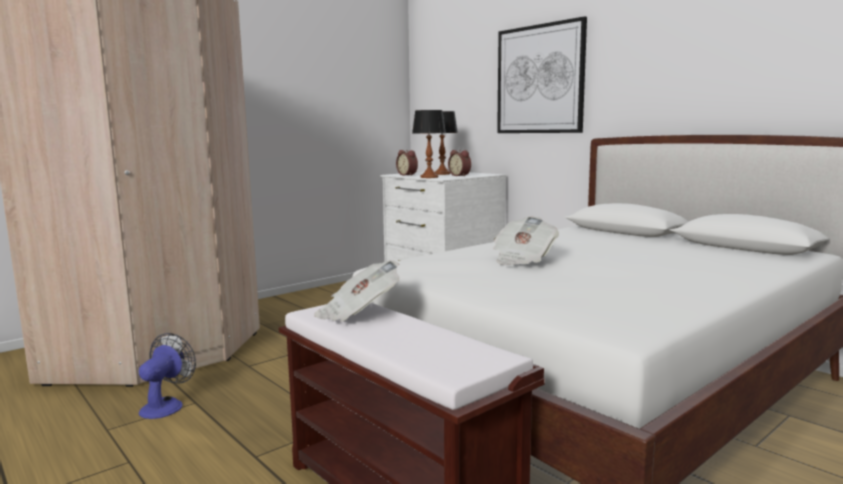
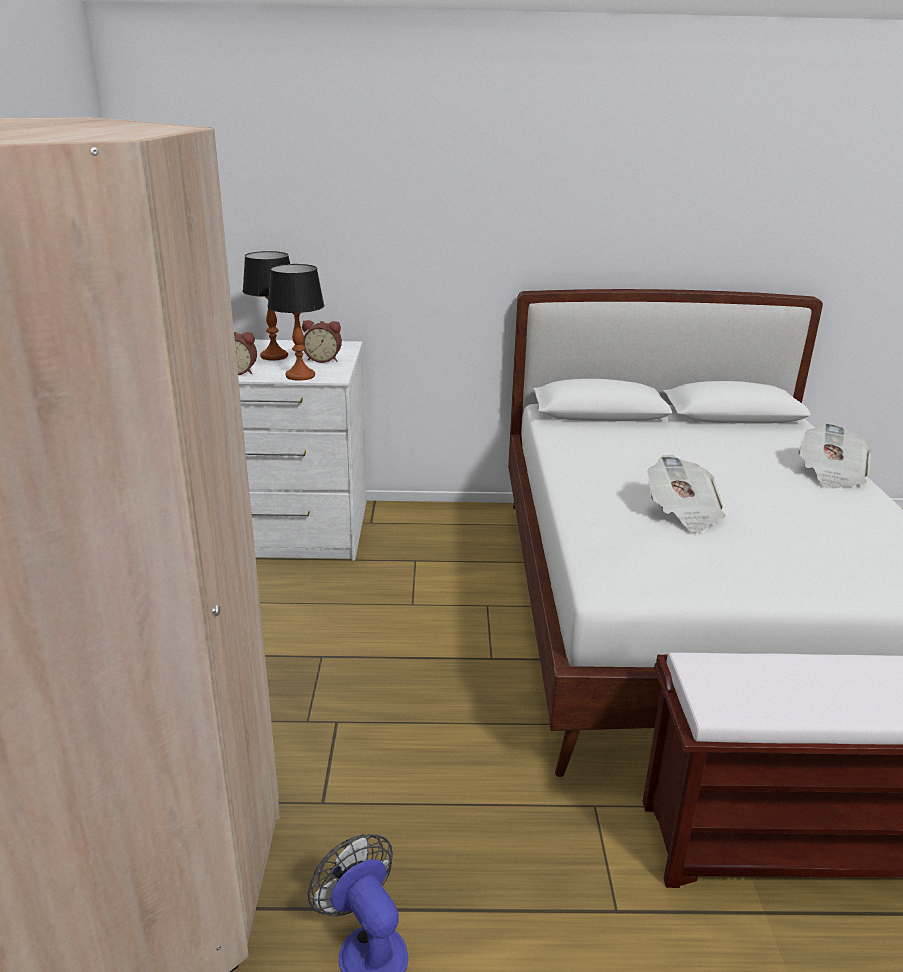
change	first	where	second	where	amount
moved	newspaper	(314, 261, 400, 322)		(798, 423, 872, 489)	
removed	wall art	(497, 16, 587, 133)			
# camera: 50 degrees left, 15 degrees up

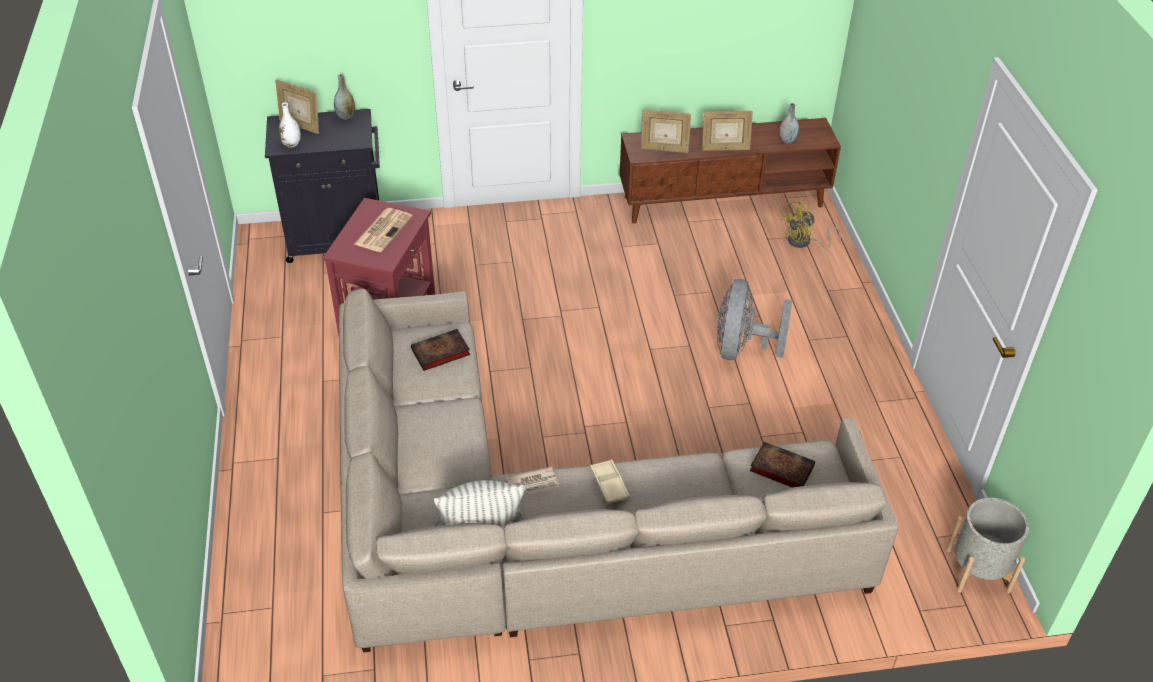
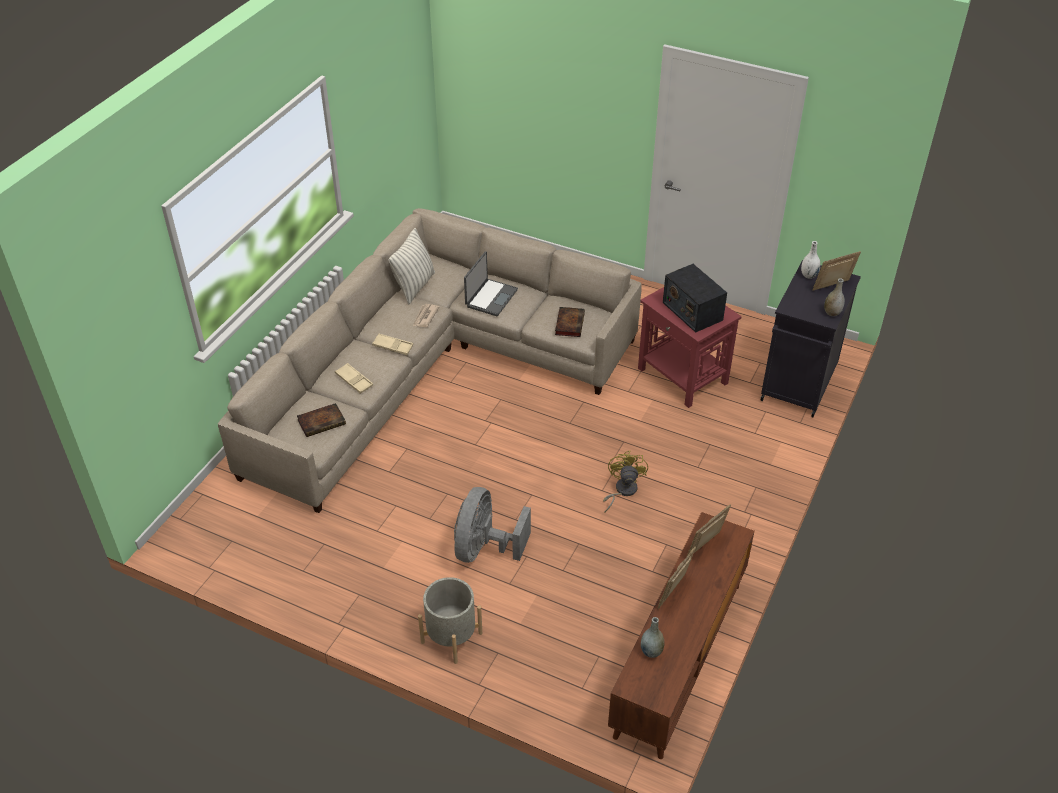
change	first	where	second	where	amount
replaced	newspaper	(354, 208, 412, 252)	radio	(663, 264, 727, 333)	
turned	cooling fan (greyish)	(717, 279, 792, 360)		(454, 487, 531, 563)	120 degrees counterclockwise
moved	cooling fan (yellow)	(781, 201, 841, 248)		(603, 451, 648, 513)	
moved	plant pot (greyish)	(946, 498, 1029, 593)		(418, 577, 482, 664)	
added			carrying tray (beige-coloured)	(335, 363, 373, 394)	
added			portable computer	(464, 251, 518, 316)	
# camera: 125 degrees right, 0 degrees up

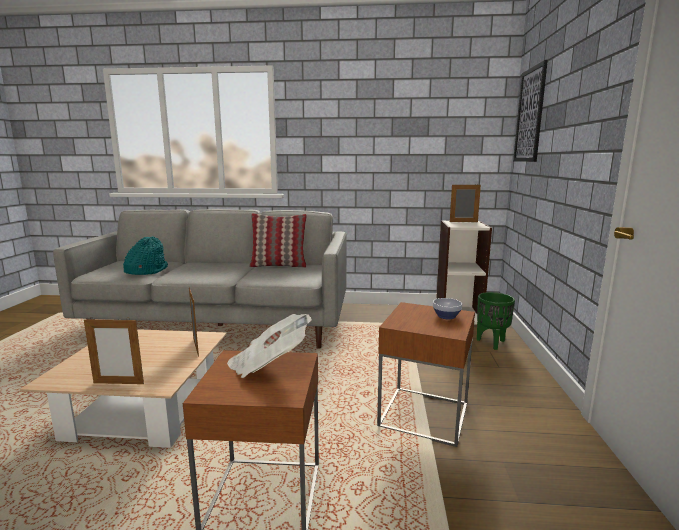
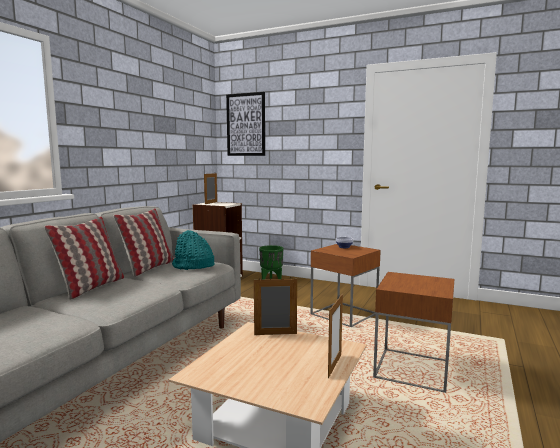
change	first	where	second	where	amount
moved	wearable hat (turquoise)	(123, 236, 168, 275)		(172, 230, 215, 270)	
removed	newspaper	(227, 314, 312, 378)			
added			cushion	(44, 217, 124, 300)	
# camera: 70 degrees left, 5 degrees down

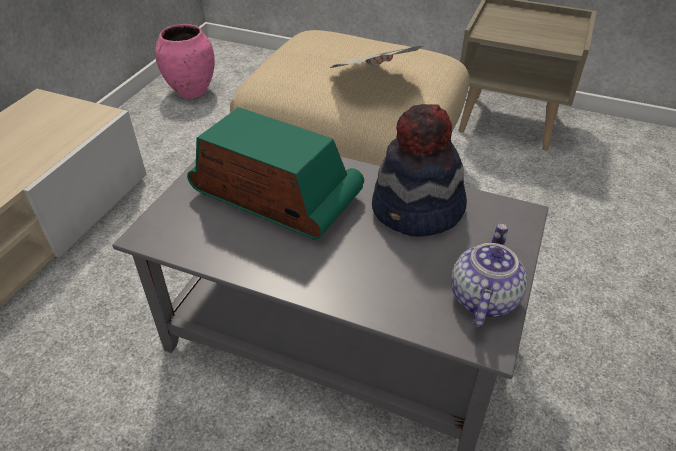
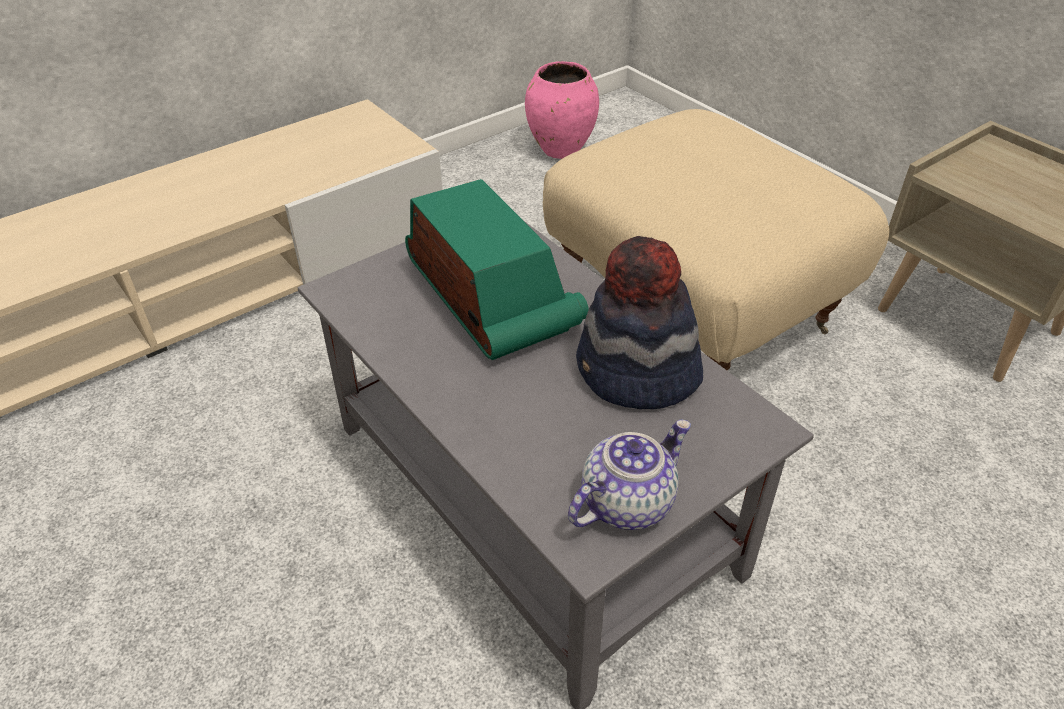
change	first	where	second	where	amount
removed	newspaper	(330, 46, 424, 68)			
# camera: 30 degrees right, 0 degrees up

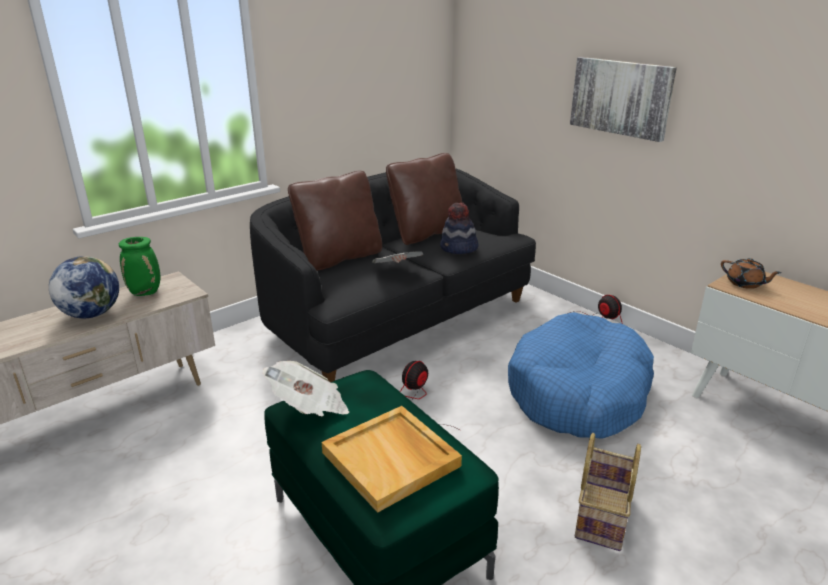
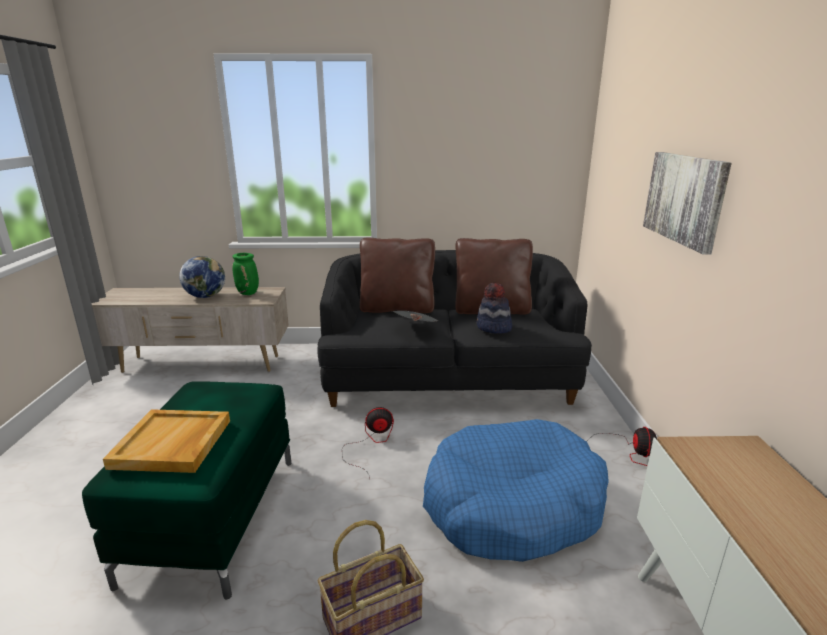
change	first	where	second	where	amount
removed	newspaper	(263, 361, 349, 416)			
removed	pot for tea (brownish)	(721, 258, 782, 289)			
# camera: 40 degrees right, 5 degrees down

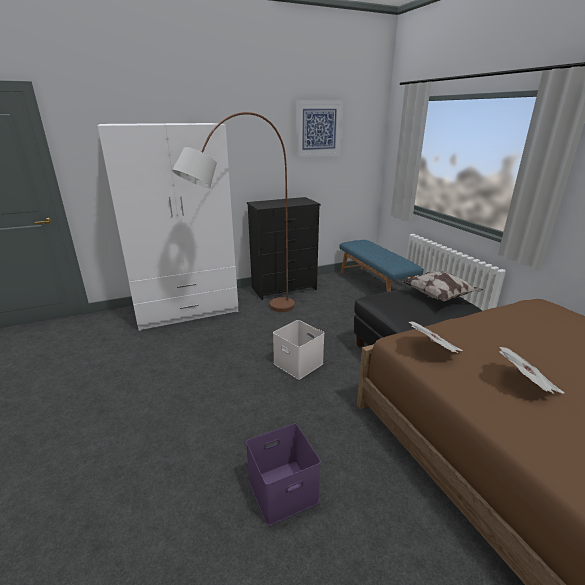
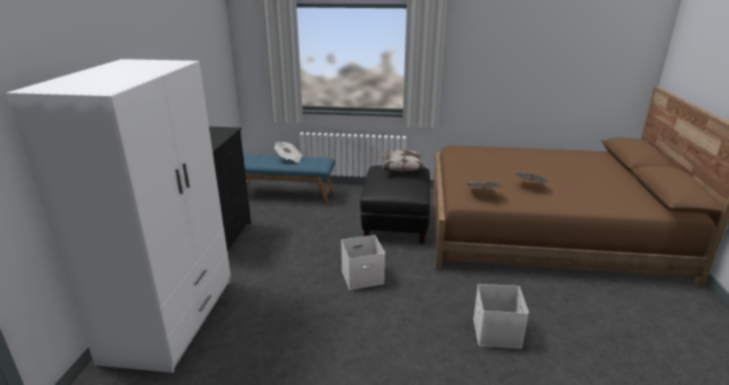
change	first	where	second	where	amount
removed	standing lamp (brownish)	(172, 112, 295, 312)			
recoloured	storage bin (purple-coloured)	(246, 423, 321, 526)	storage bin (whitish)	(473, 284, 529, 348)	
removed	wall art	(295, 100, 343, 157)			
added			newspaper	(274, 141, 303, 163)	
# camera: 60 degrees left, 0 degrees up

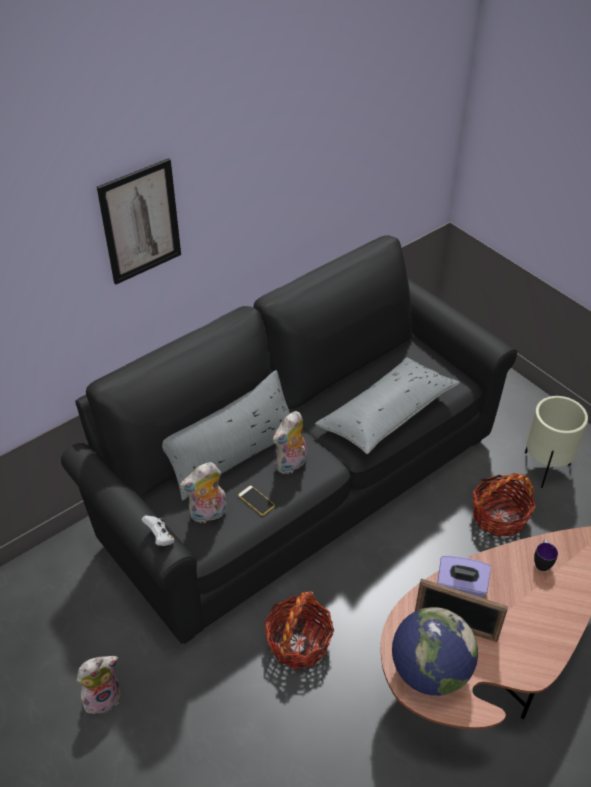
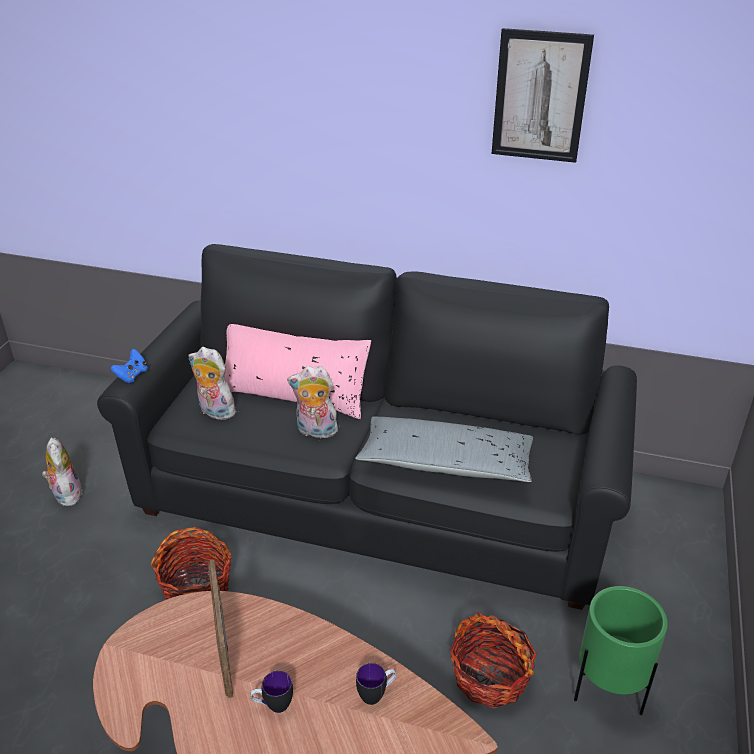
change	first	where	second	where	amount
turned	plush toy	(77, 656, 120, 715)		(42, 437, 84, 506)	135 degrees counterclockwise
moved	wall art	(97, 158, 181, 285)		(492, 28, 594, 163)	
recoloured	joypad (whitish)	(142, 515, 174, 546)	joypad (blue)	(111, 349, 148, 383)	
recoloured	cushion (greyish)	(162, 370, 290, 501)	cushion (pink)	(225, 324, 371, 419)	
removed	handset	(238, 486, 275, 516)			
removed	globe	(392, 607, 478, 696)			
removed	tissue holder (purple-coloured)	(438, 556, 491, 598)			
recoloured	plant pot (beige-coloured)	(525, 396, 588, 488)	plant pot (green)	(574, 586, 668, 715)	
added			tea mug	(250, 671, 293, 713)	
# camera: 55 degrees right, 10 degrees down

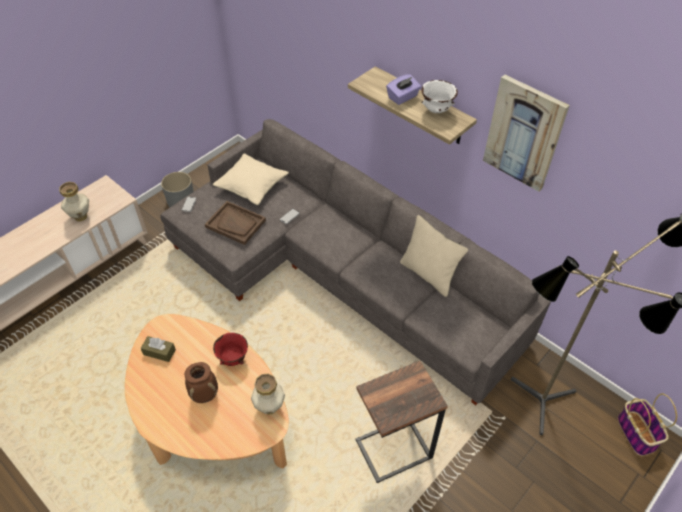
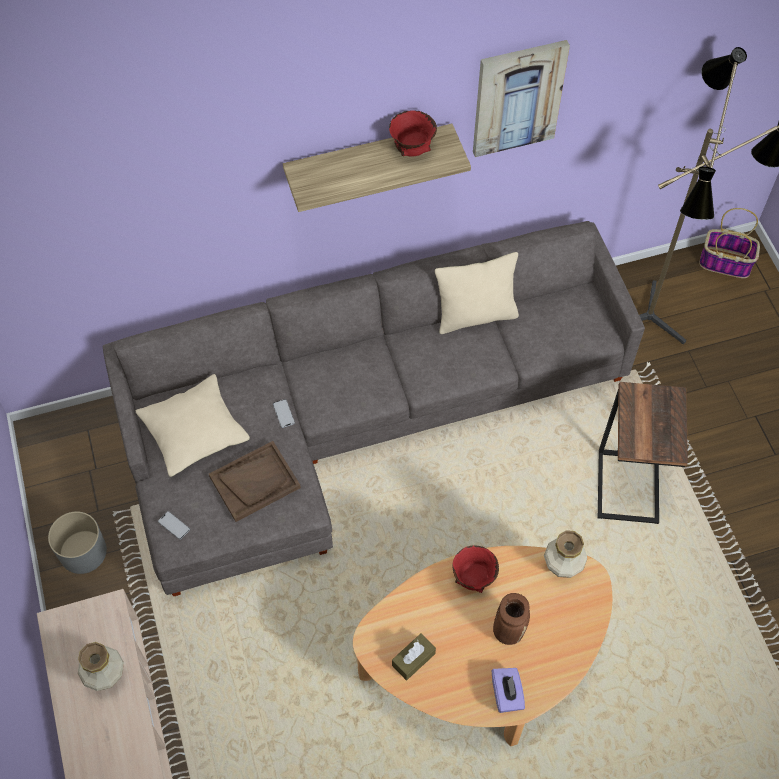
change	first	where	second	where	amount
moved	tissue holder (purple-coloured)	(386, 74, 421, 105)		(492, 668, 525, 713)	
recoloured	deep dish (whitish)	(421, 80, 458, 113)	deep dish (red-coloured)	(389, 110, 437, 157)	
# camera: 60 degrees left, 10 degrees up

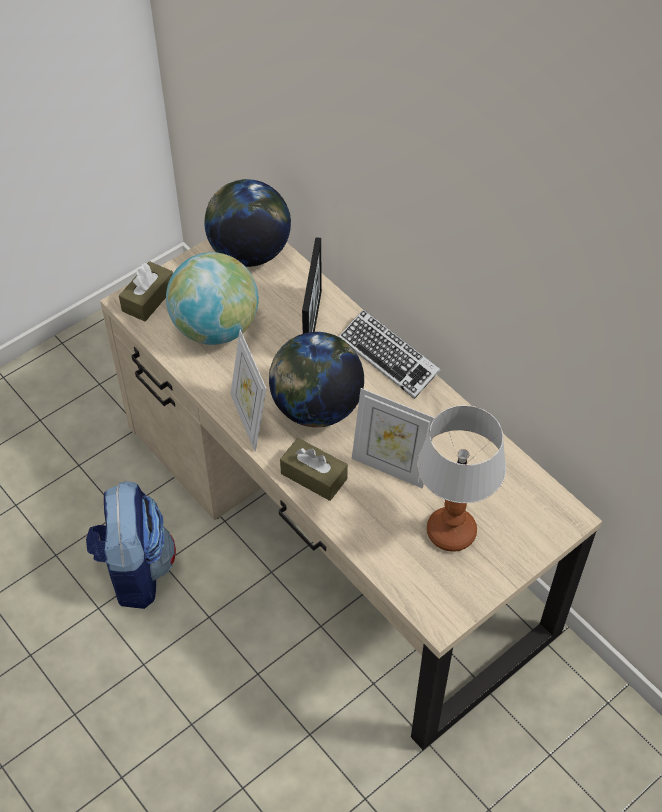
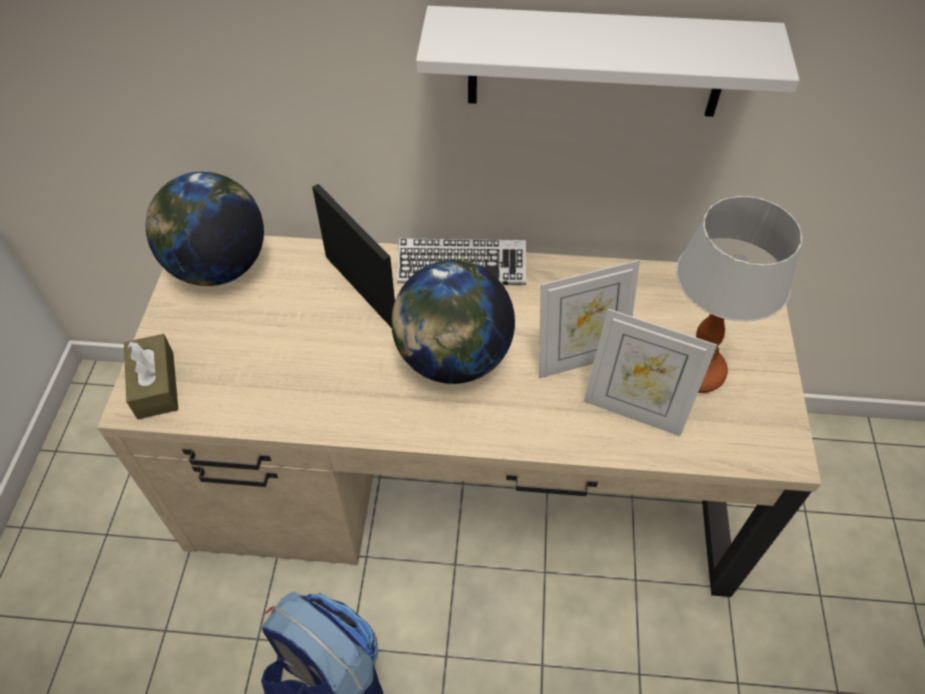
change	first	where	second	where	amount
removed	globe	(166, 252, 258, 345)			
moved	photo frame	(231, 329, 267, 452)		(584, 309, 717, 436)	
removed	tissue holder (brownish)	(280, 438, 348, 501)			
added			wall shelf (whitish)	(416, 6, 799, 117)	
# camera: 45 degrees left, 0 degrees up

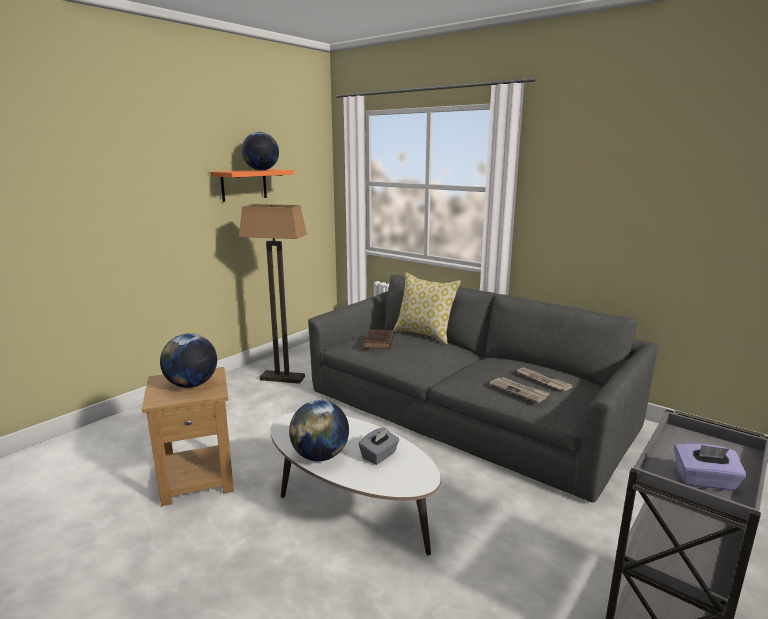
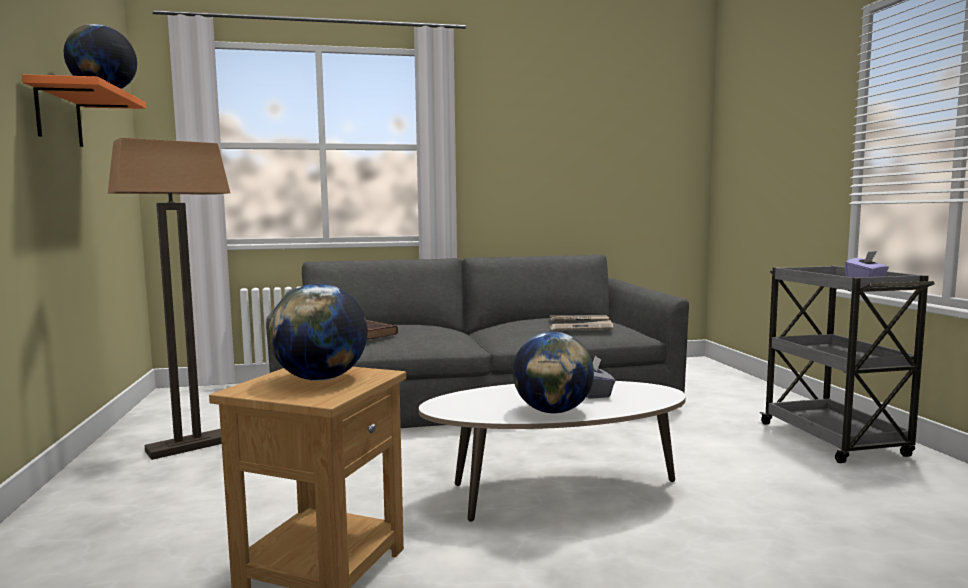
change	first	where	second	where	amount
removed	cushion	(393, 272, 461, 344)			
# camera: 50 degrees left, 10 degrees down

